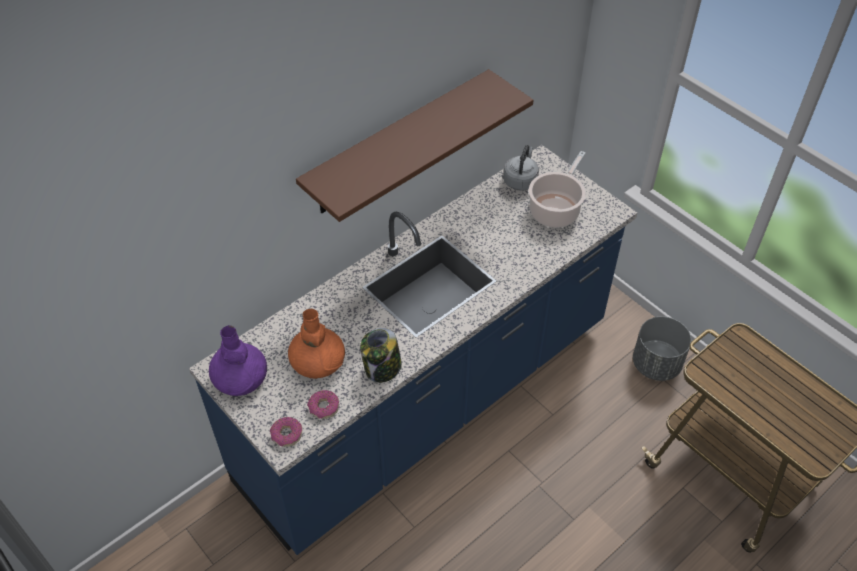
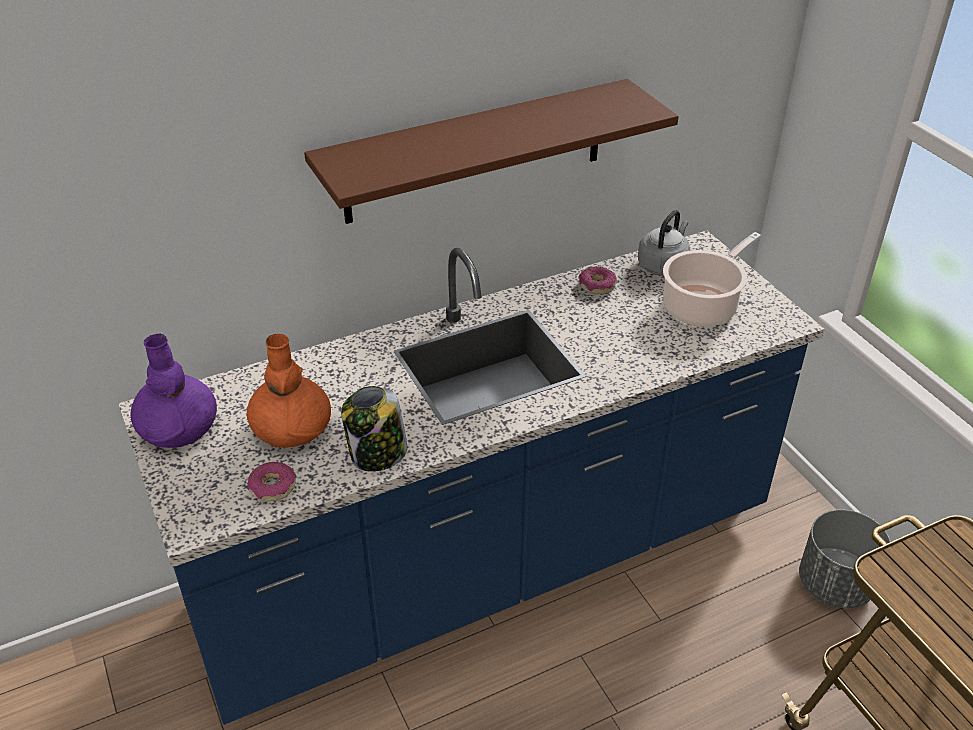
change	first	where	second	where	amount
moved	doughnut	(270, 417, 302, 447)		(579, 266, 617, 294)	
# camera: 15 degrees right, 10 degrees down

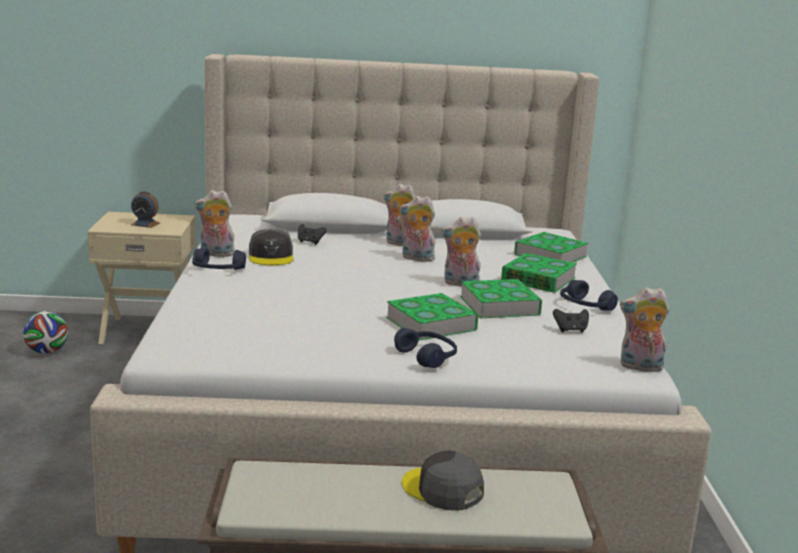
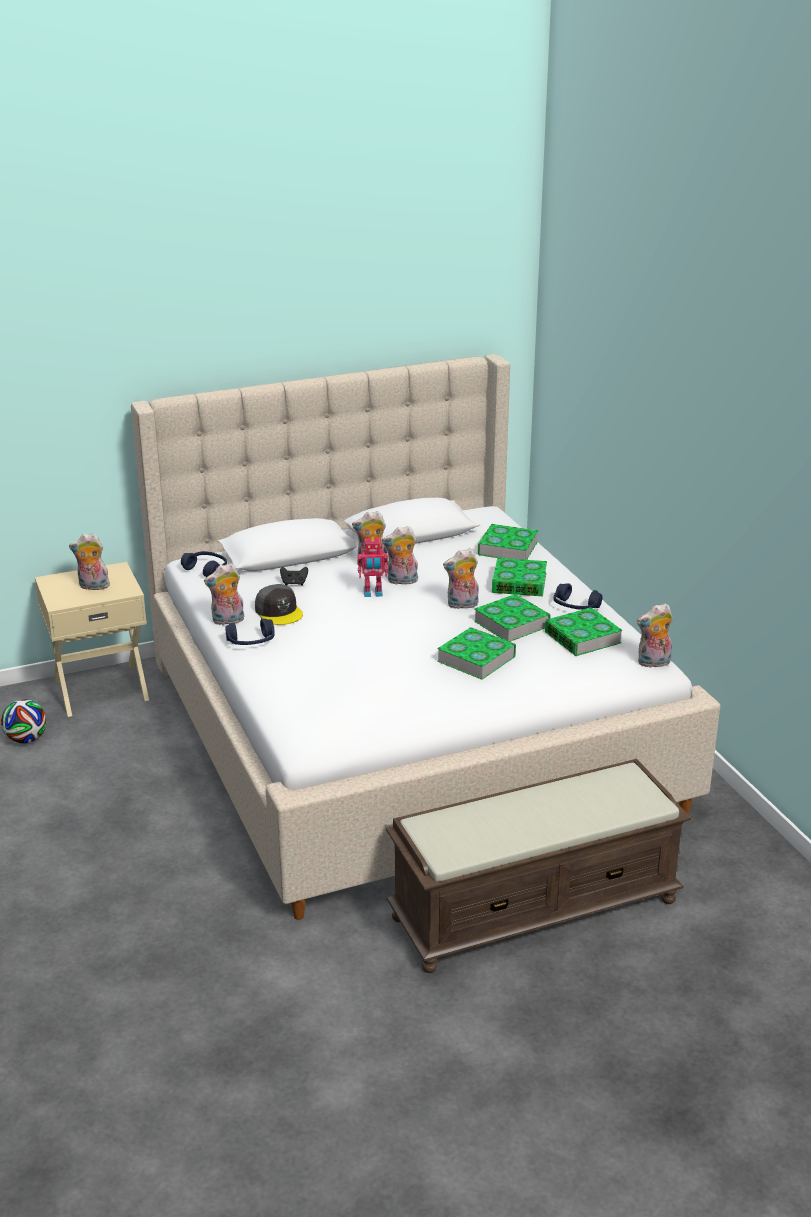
change	first	where	second	where	amount
replaced	bedside clock	(131, 191, 160, 228)	plush toy	(69, 533, 110, 590)	
moved	pair of headphones (blue)	(394, 328, 457, 368)		(181, 551, 227, 577)	
removed	cap (greyish)	(402, 451, 484, 511)			
replaced	joypad (black)	(553, 309, 589, 333)	volume	(545, 607, 623, 656)	
added			robot figure	(357, 537, 388, 597)	
# camera: 20 degrees left, 10 degrees up

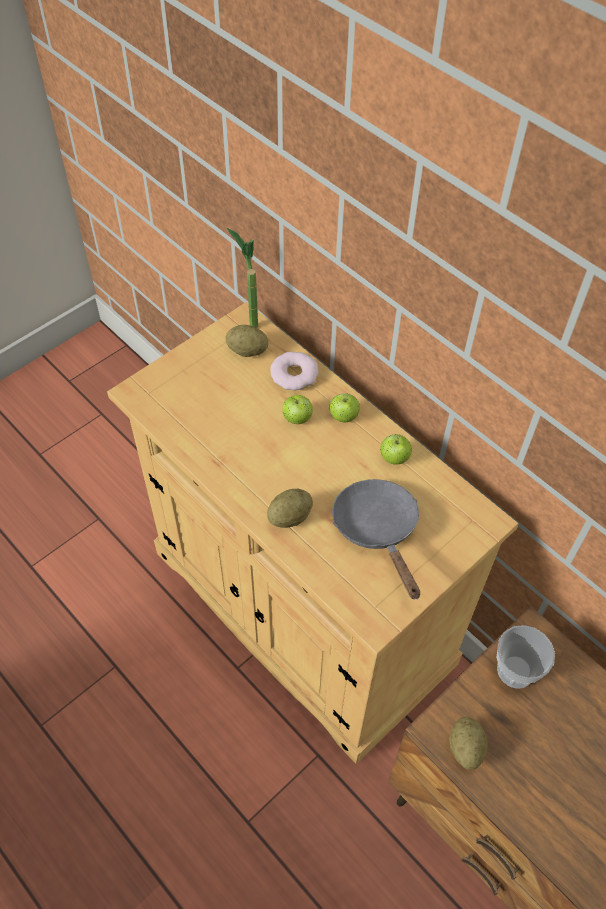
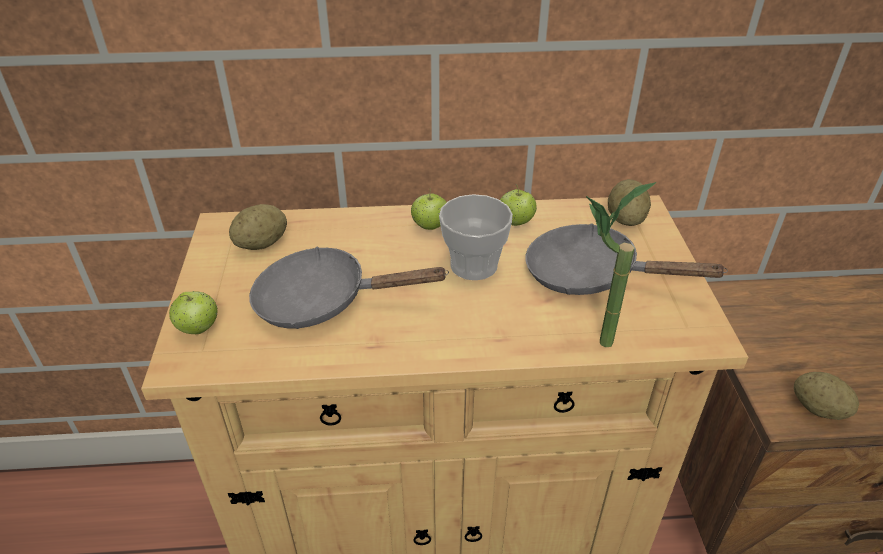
change	first	where	second	where	amount
moved	plant in a pot	(227, 228, 258, 328)		(586, 182, 656, 347)	
moved	spud	(267, 489, 313, 528)		(608, 179, 651, 226)	
removed	doughnut	(270, 352, 319, 390)			
moved	apple	(282, 395, 313, 424)		(169, 291, 217, 334)	
moved	cup	(496, 625, 555, 689)		(439, 194, 513, 280)	
added			skillet (greyish)	(249, 247, 449, 329)	
# camera: 50 degrees left, 15 degrees down

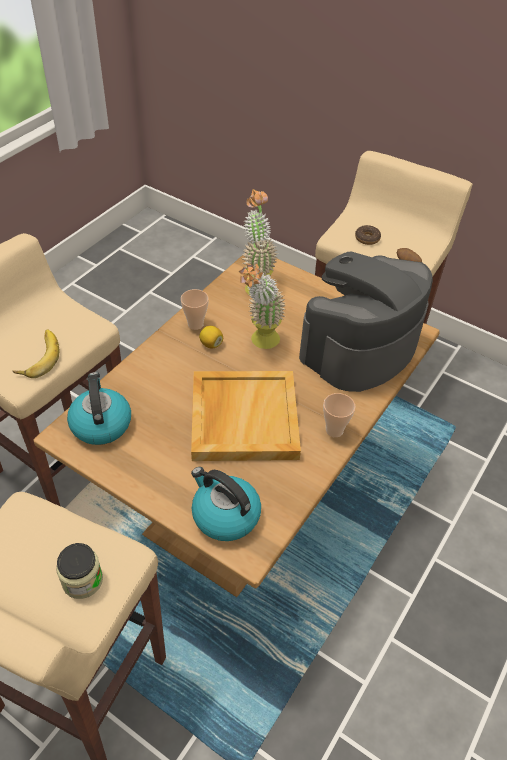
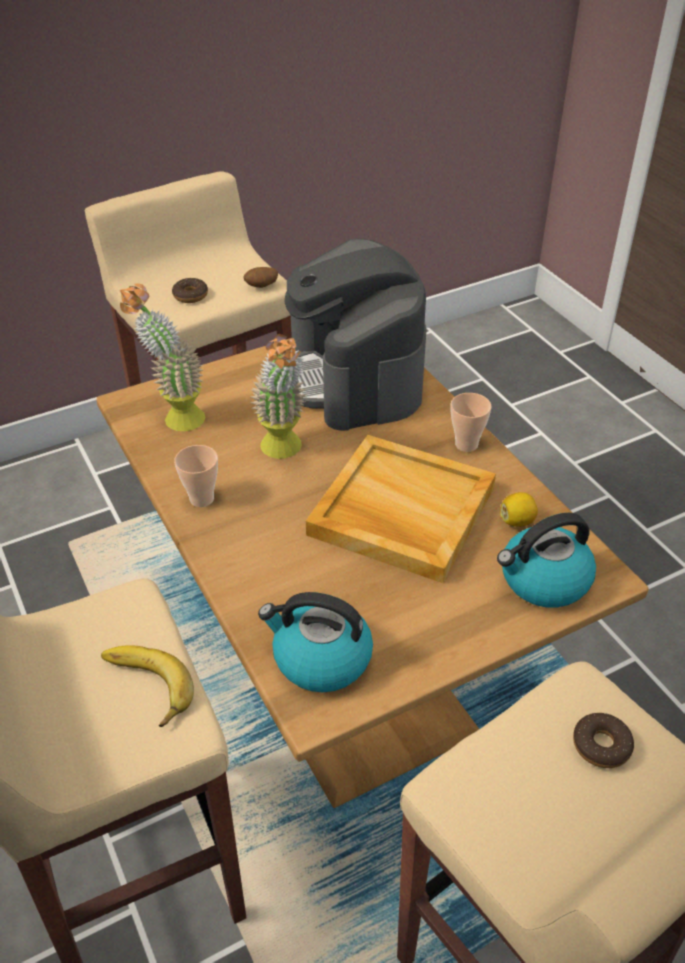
change	first	where	second	where	amount
replaced	jar	(56, 543, 103, 599)	doughnut	(573, 713, 634, 768)	
moved	whole lemon	(199, 326, 223, 348)		(500, 492, 538, 527)	
# camera: 60 degrees left, 5 degrees down

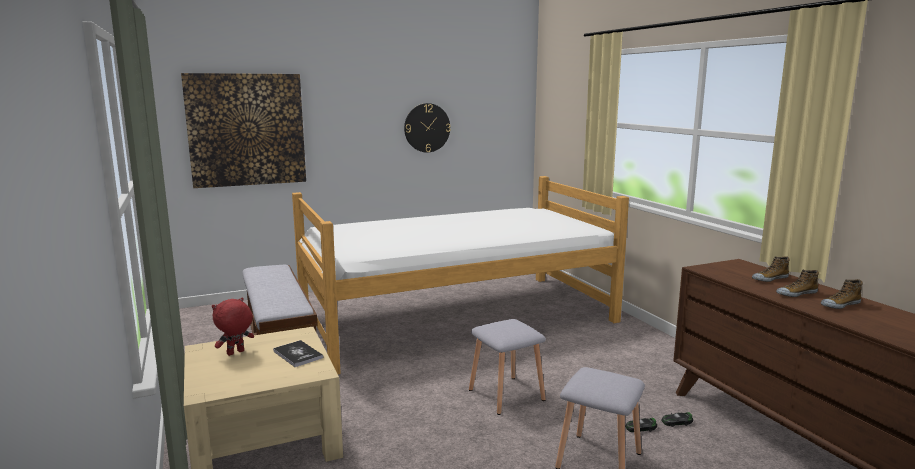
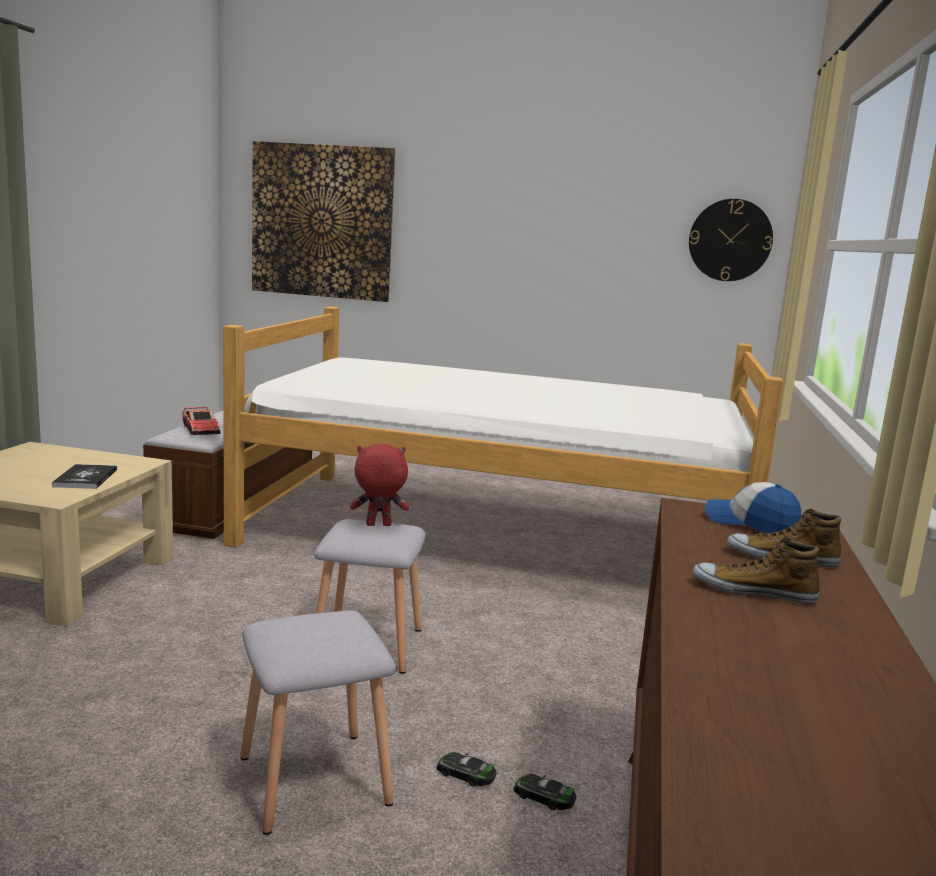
change	first	where	second	where	amount
moved	plush toy (red-coloured)	(212, 297, 254, 356)		(350, 444, 409, 526)	
moved	wall clock	(404, 103, 451, 153)		(689, 199, 773, 281)	
removed	item of footwear	(821, 279, 863, 309)			
added			miniature car	(183, 407, 221, 435)	
added			cap	(705, 482, 801, 533)	
# camera: 35 degrees right, 0 degrees up

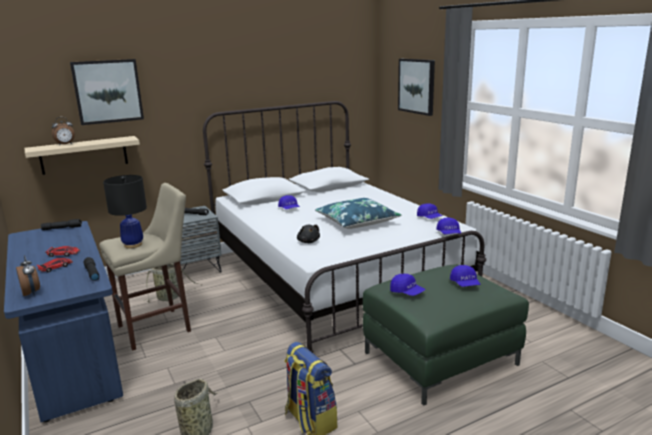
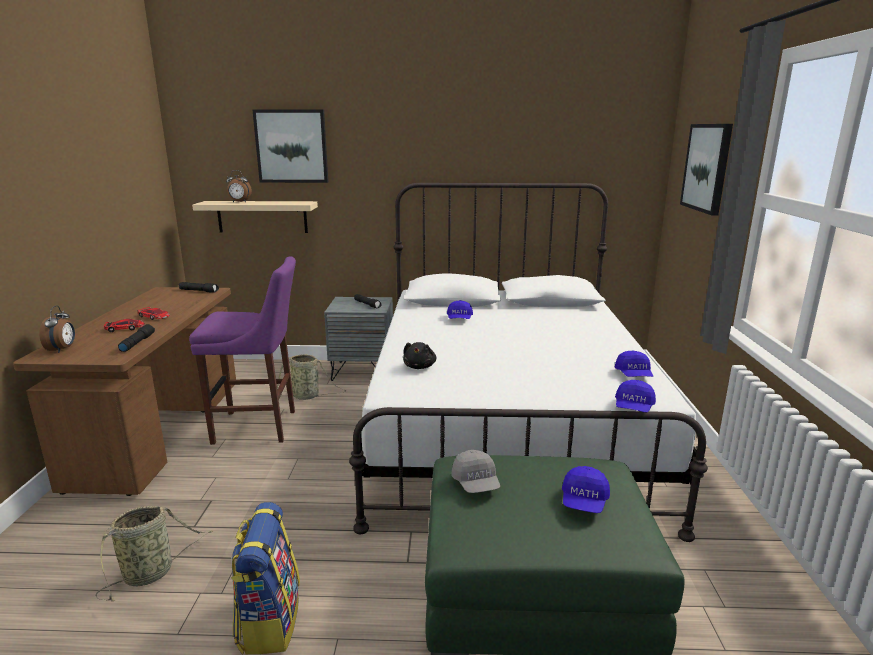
change	first	where	second	where	amount
recoloured	desk table (blue)	(4, 221, 123, 422)	desk table (brownish)	(13, 287, 236, 496)	
recoloured	sitting stool (beige-coloured)	(99, 183, 191, 351)	sitting stool (purple-coloured)	(189, 256, 296, 445)	
removed	lamp for a table (black)	(103, 175, 147, 248)			
removed	cushion (blue)	(315, 198, 402, 229)			
recoloured	cap (blue)	(390, 274, 425, 296)	cap (greyish)	(451, 450, 500, 493)	
# camera: 30 degrees right, 0 degrees up

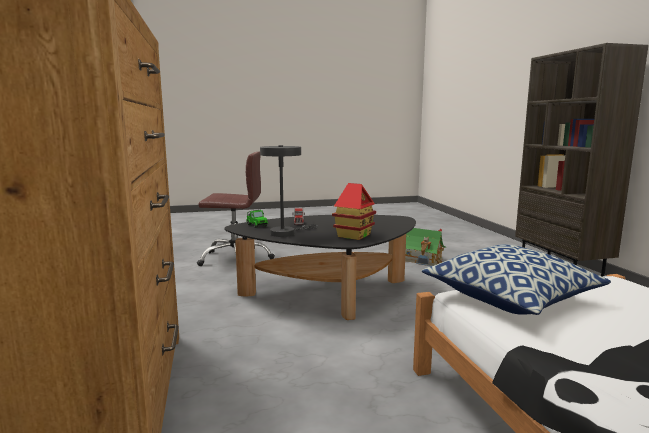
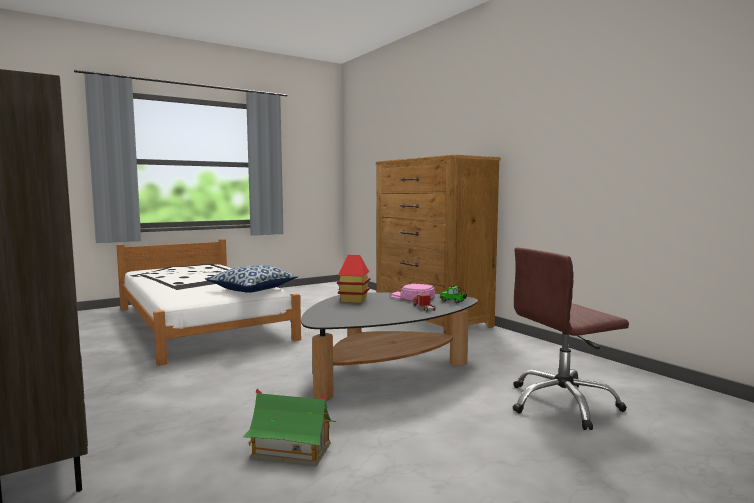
change	first	where	second	where	amount
replaced	lamp for a table (greyish)	(260, 145, 318, 237)	cap (pink)	(391, 284, 435, 301)	
# camera: 160 degrees right, 5 degrees down

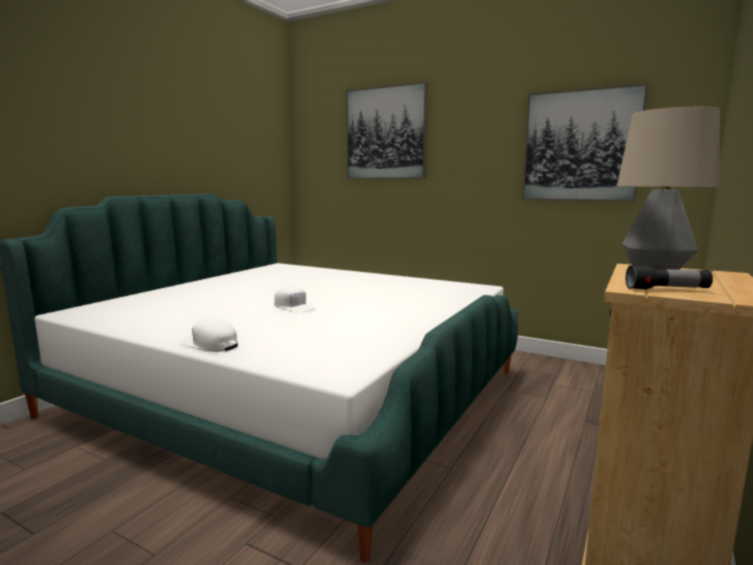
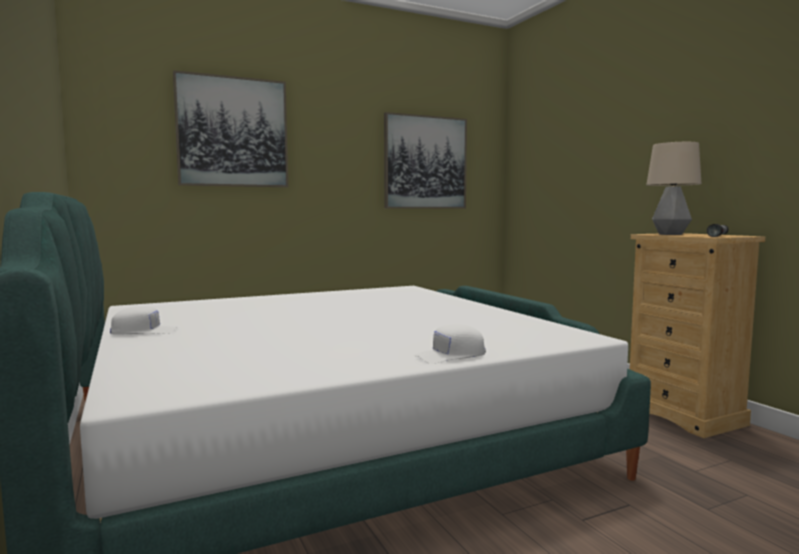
change	first	where	second	where	amount
moved	cap (whitish)	(274, 286, 318, 313)		(110, 306, 177, 335)	
# camera: 55 degrees left, 5 degrees down

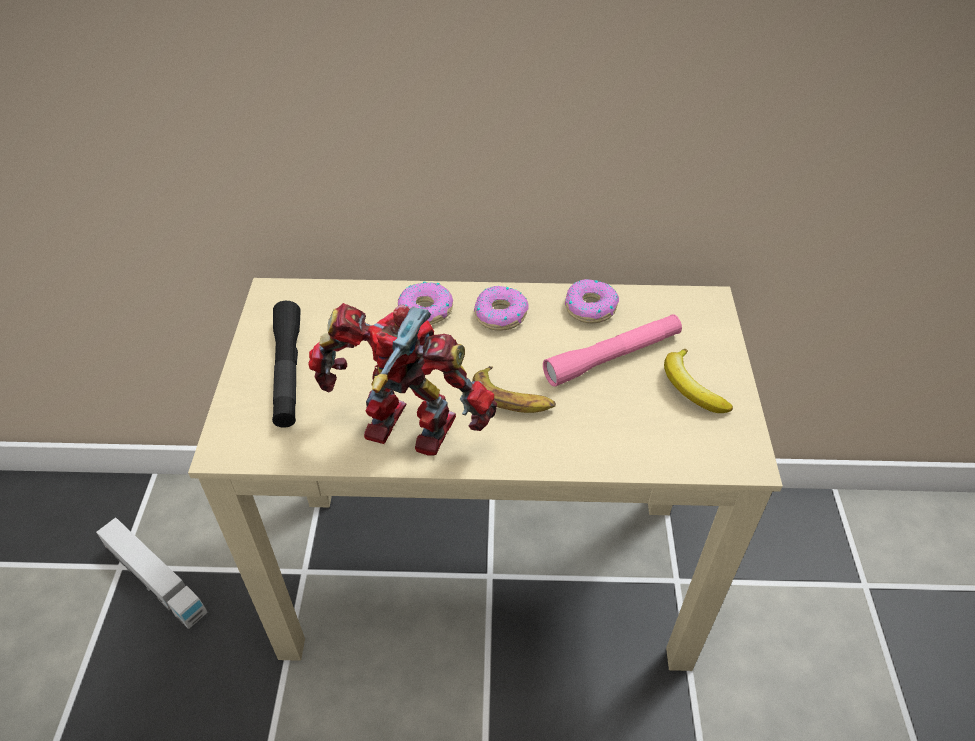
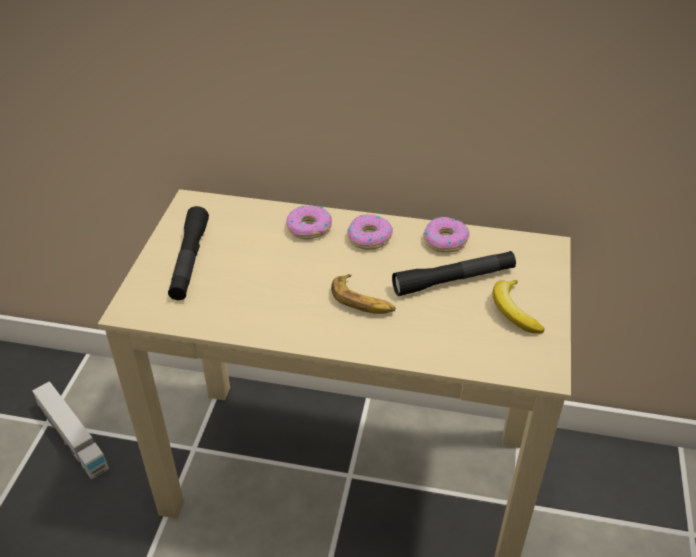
change	first	where	second	where	amount
removed	robot figure	(308, 303, 497, 456)			
recoloured	torch (pink)	(543, 314, 682, 387)	torch (black)	(392, 251, 516, 296)	
# camera: 10 degrees right, 5 degrees down

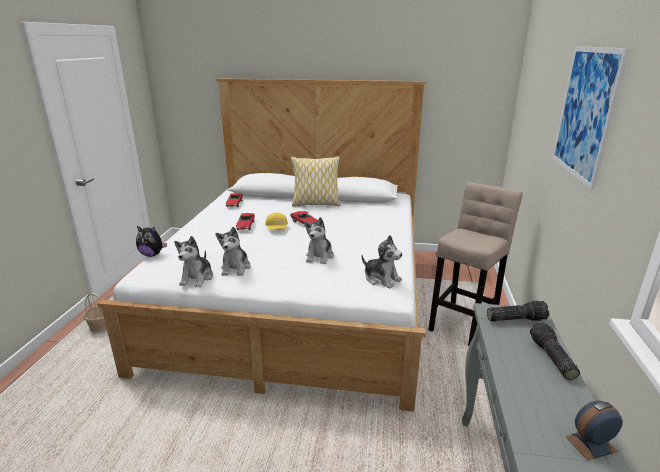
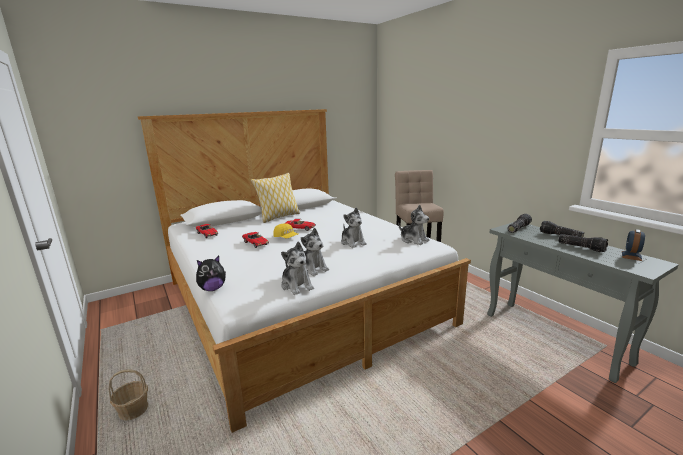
change	first	where	second	where	amount
turned	plush toy	(362, 235, 402, 288)		(398, 205, 429, 245)	45 degrees clockwise
removed	wall art	(552, 46, 630, 190)			
added			torch	(558, 234, 608, 252)	
# camera: 40 degrees left, 5 degrees down

